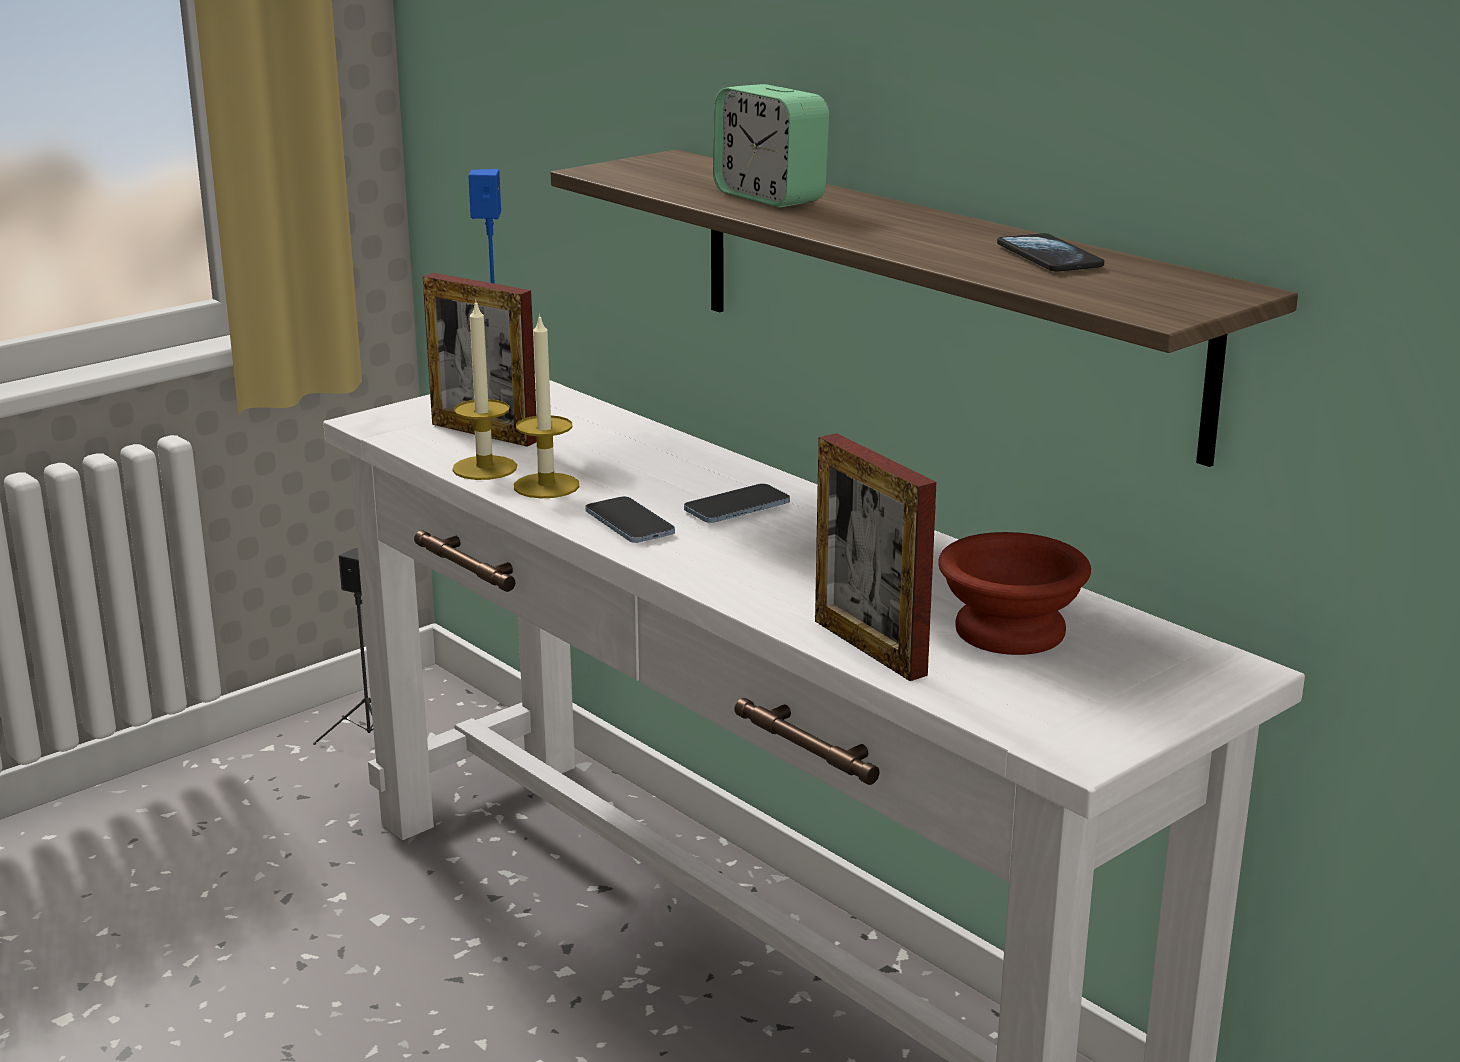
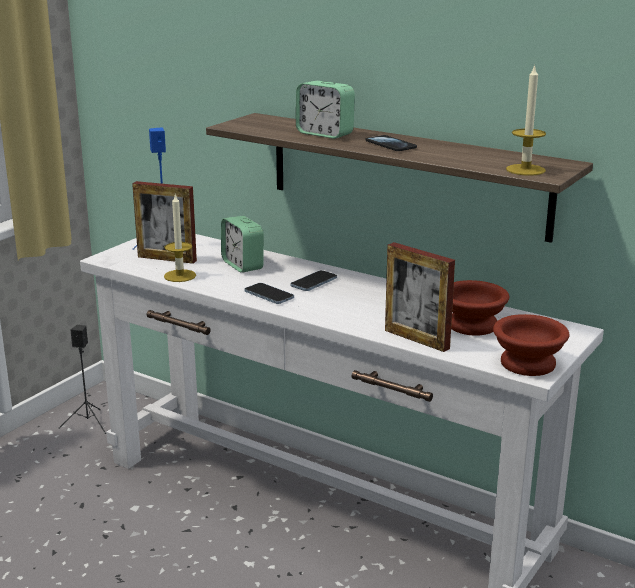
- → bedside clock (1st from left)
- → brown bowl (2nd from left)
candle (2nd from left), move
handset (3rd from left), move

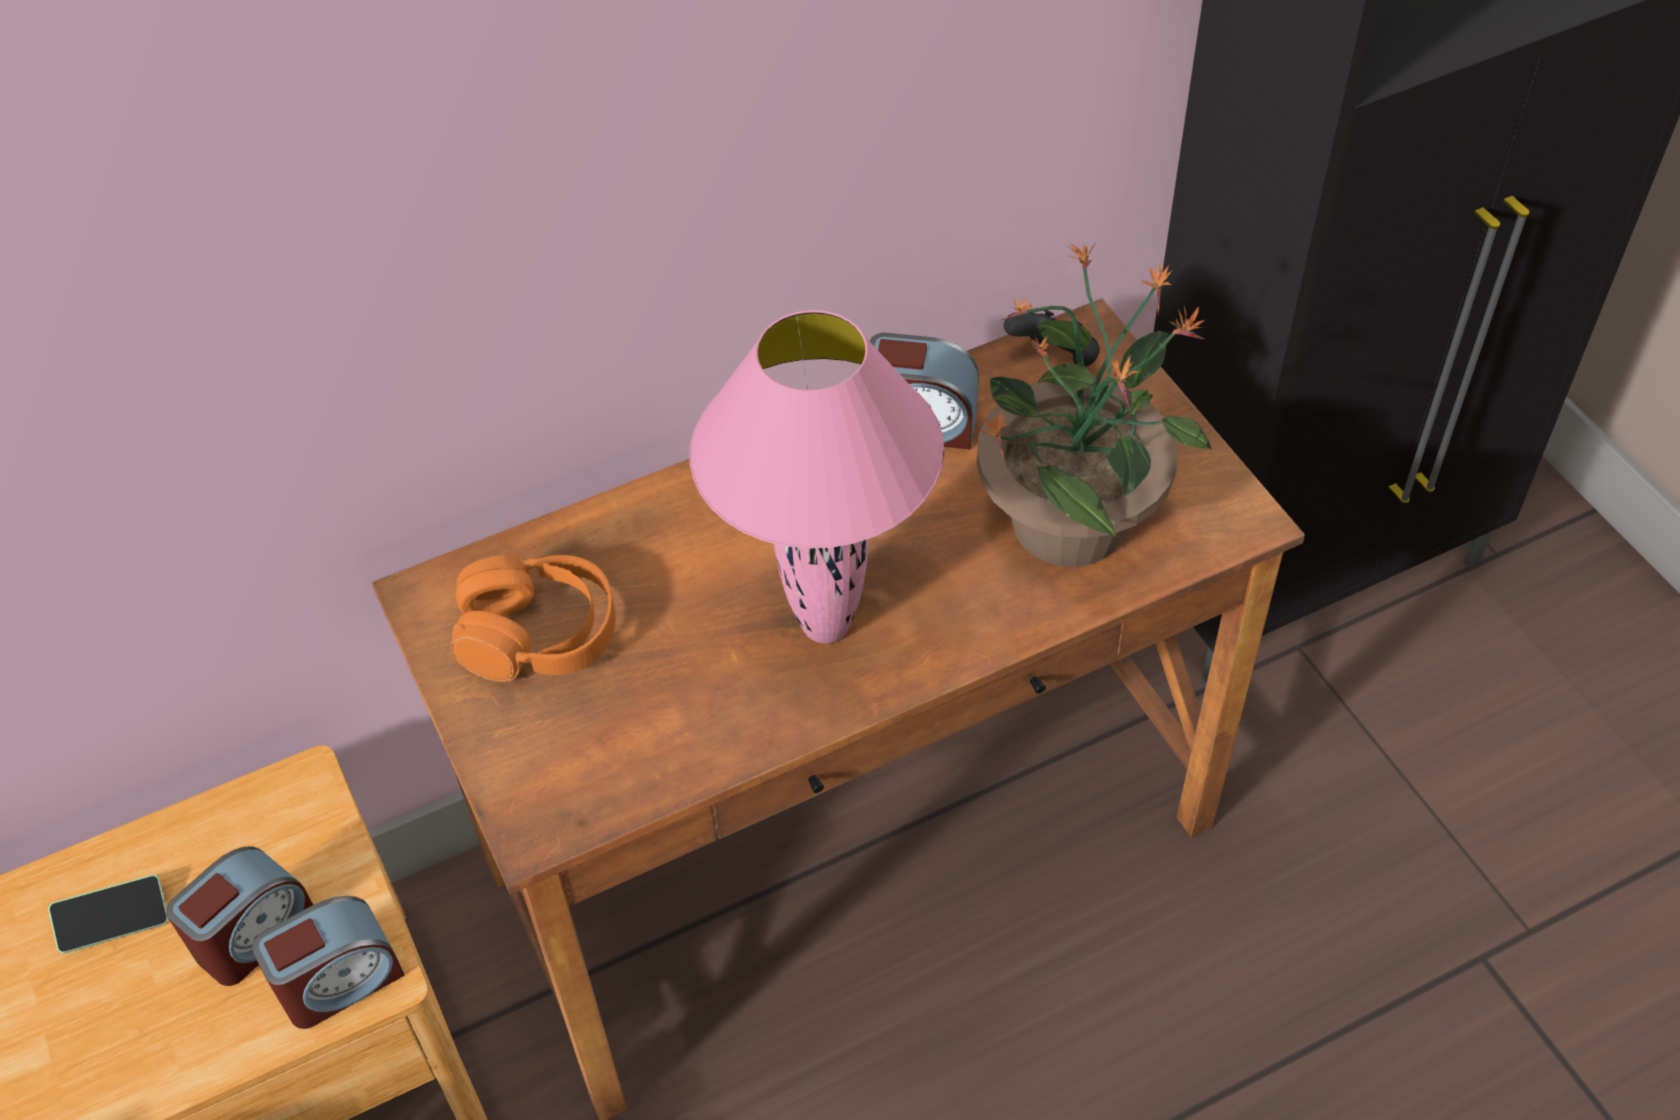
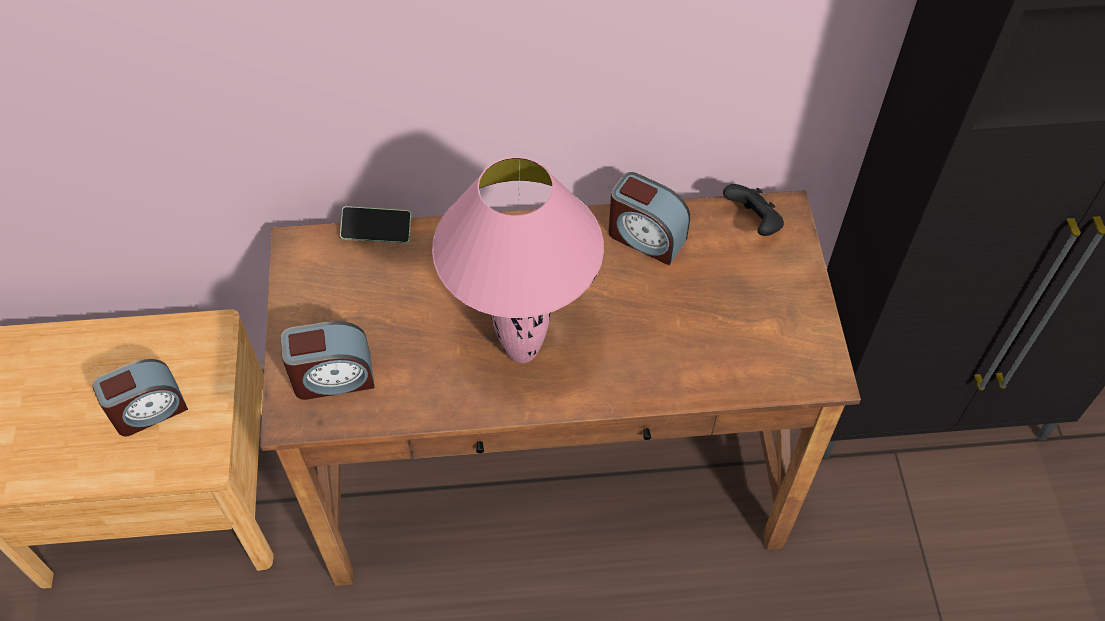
orangey headset → -
potted plant → -
handset, move
bedside clock (2nd from left), move

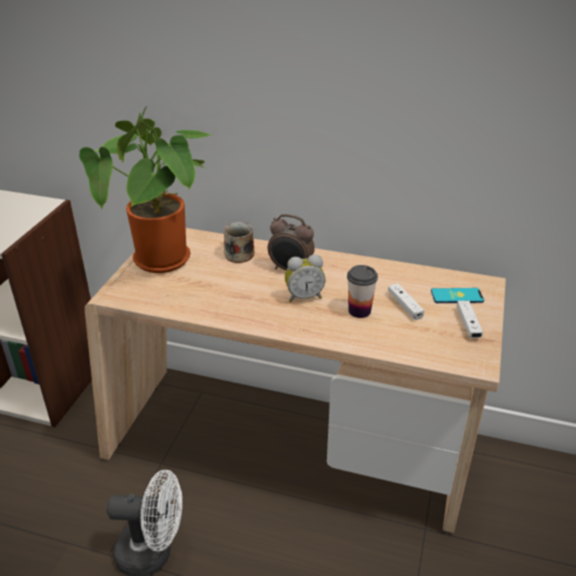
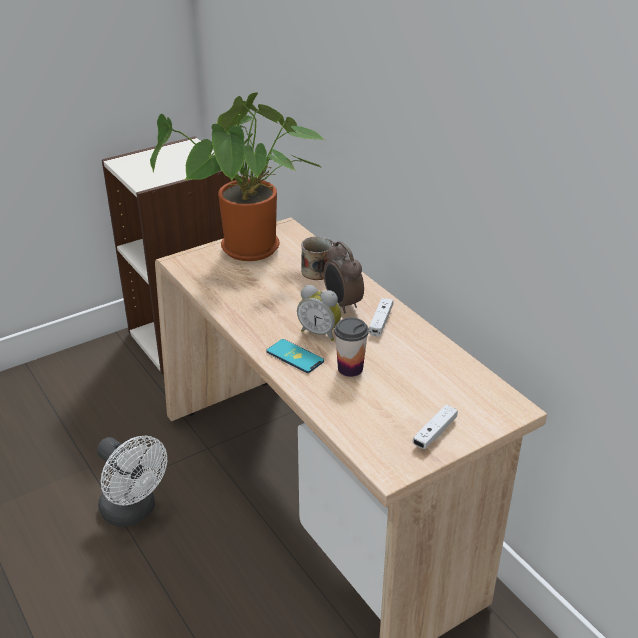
white-coloured game controller (1st from left), move
handset, move

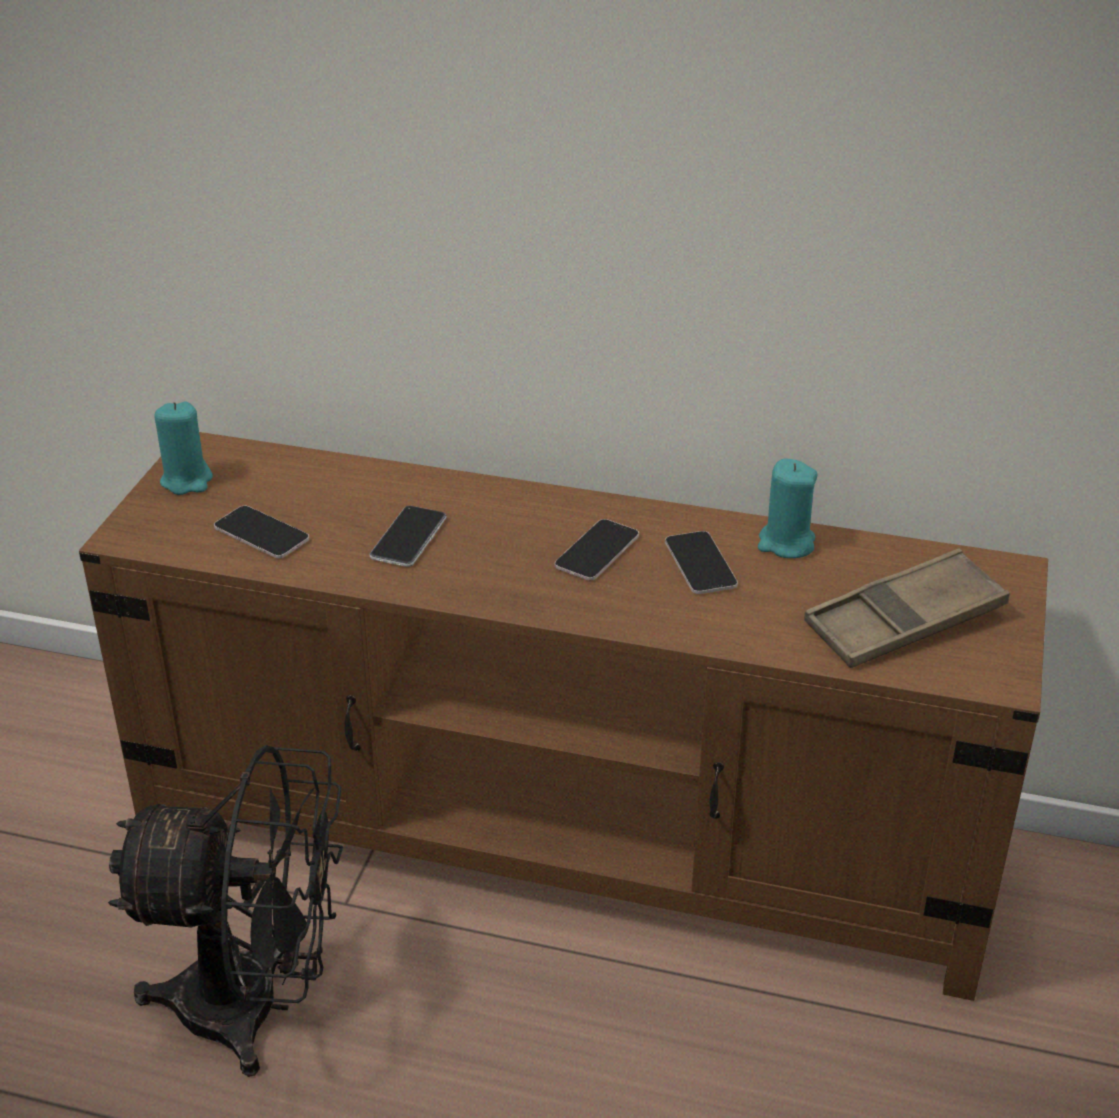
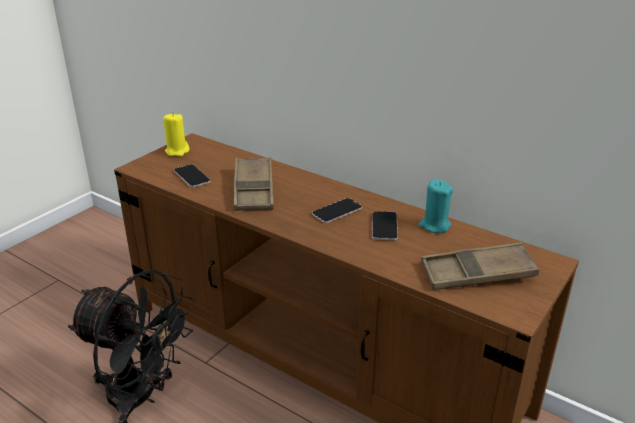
handset (2nd from left) → brown tray (1st from left)
turquoise-coloured candle (1st from left) → yellow-coloured candle

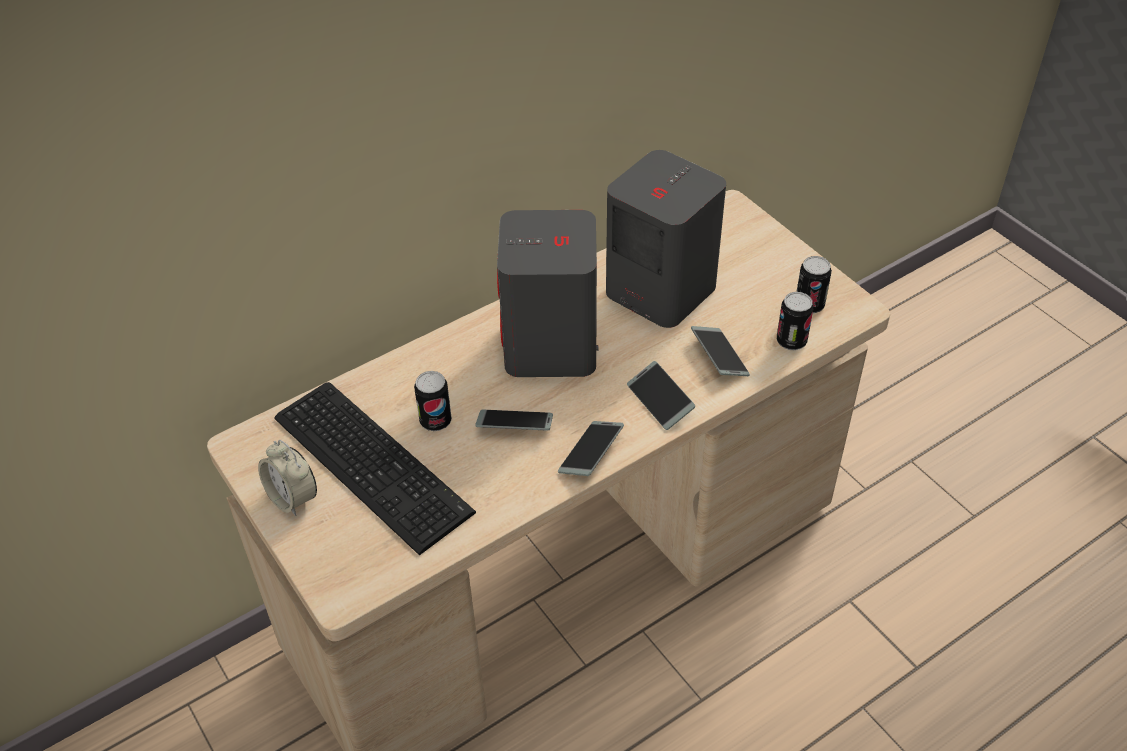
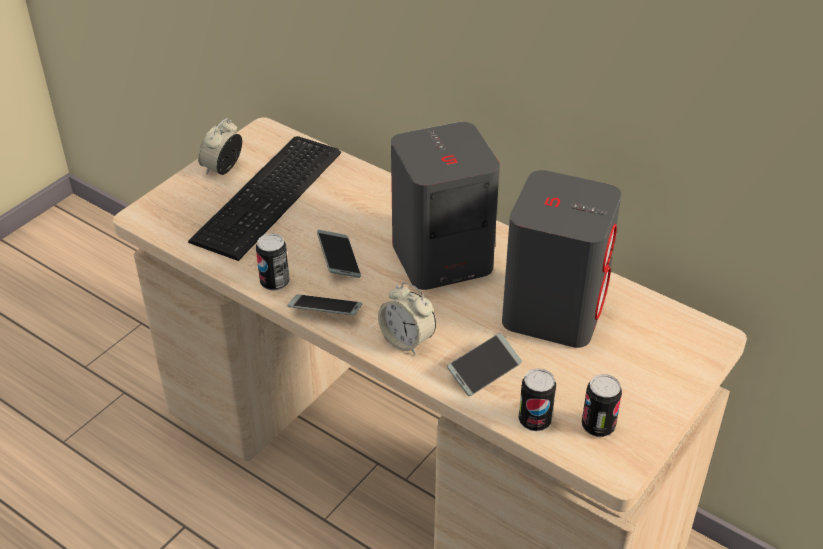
sealed can (1st from left), move
handset (3rd from left) → bedside clock (2nd from left)

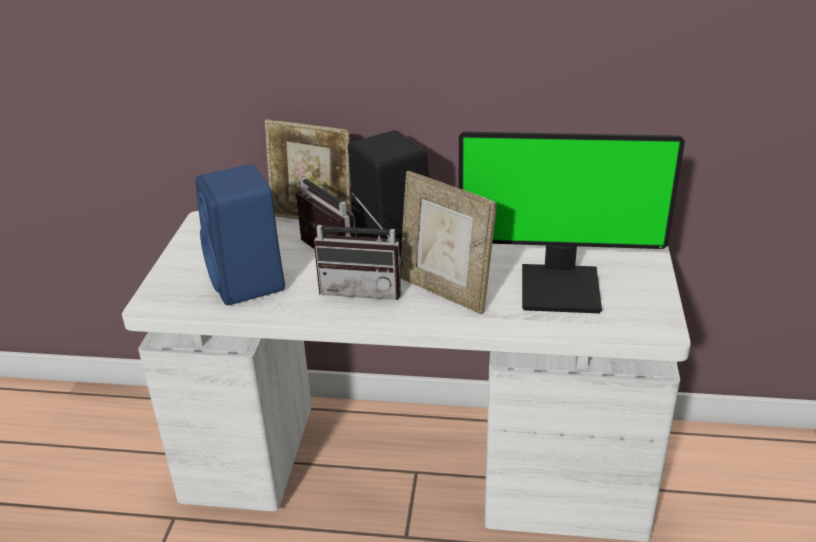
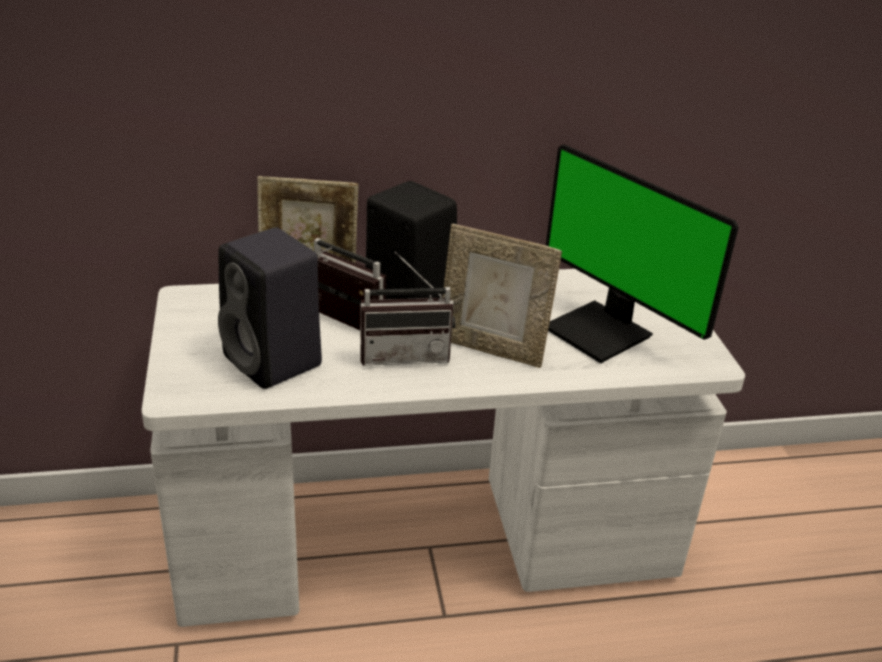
bluish speaker → blackish speaker (1st from left)
computer display, 60 degrees clockwise

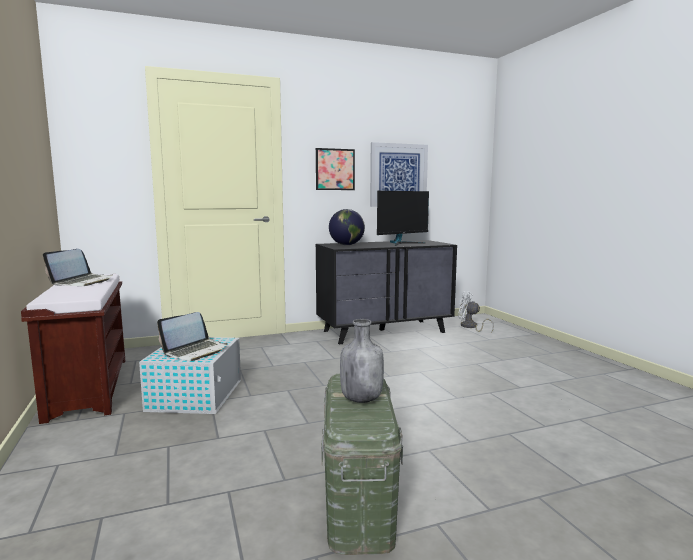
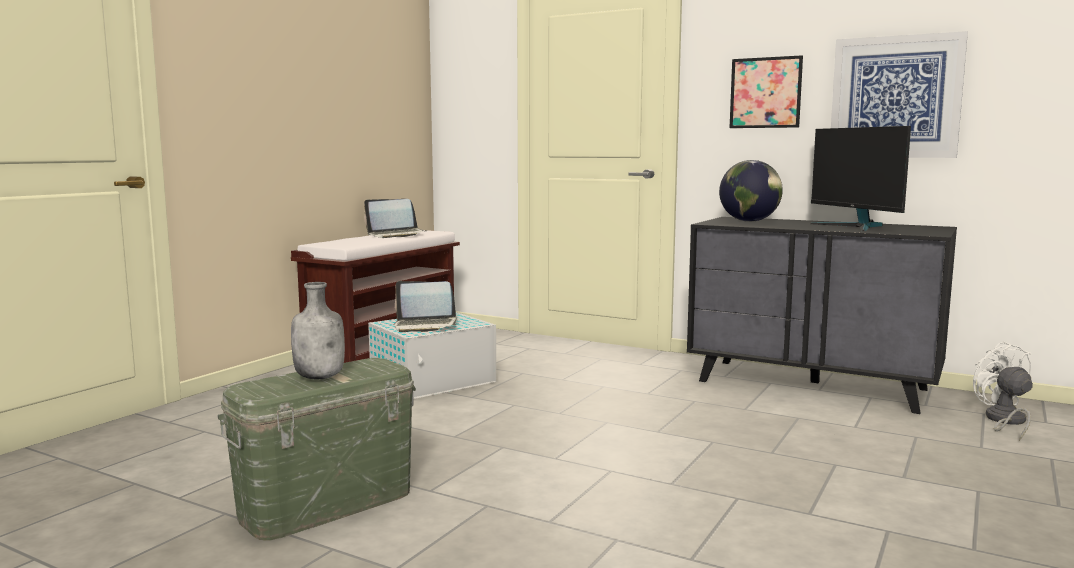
computer display, 60 degrees clockwise

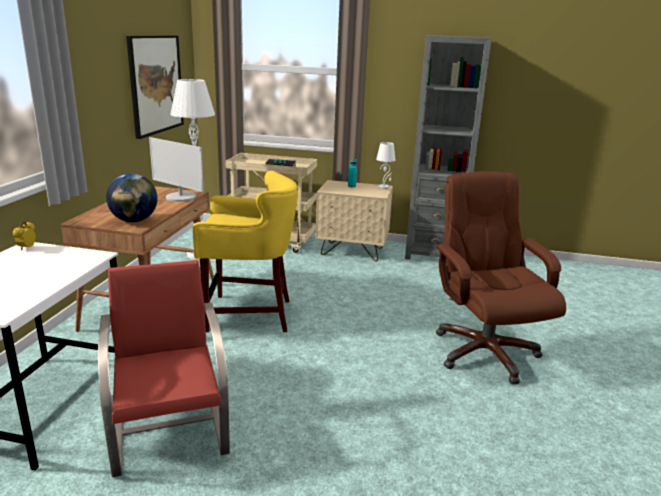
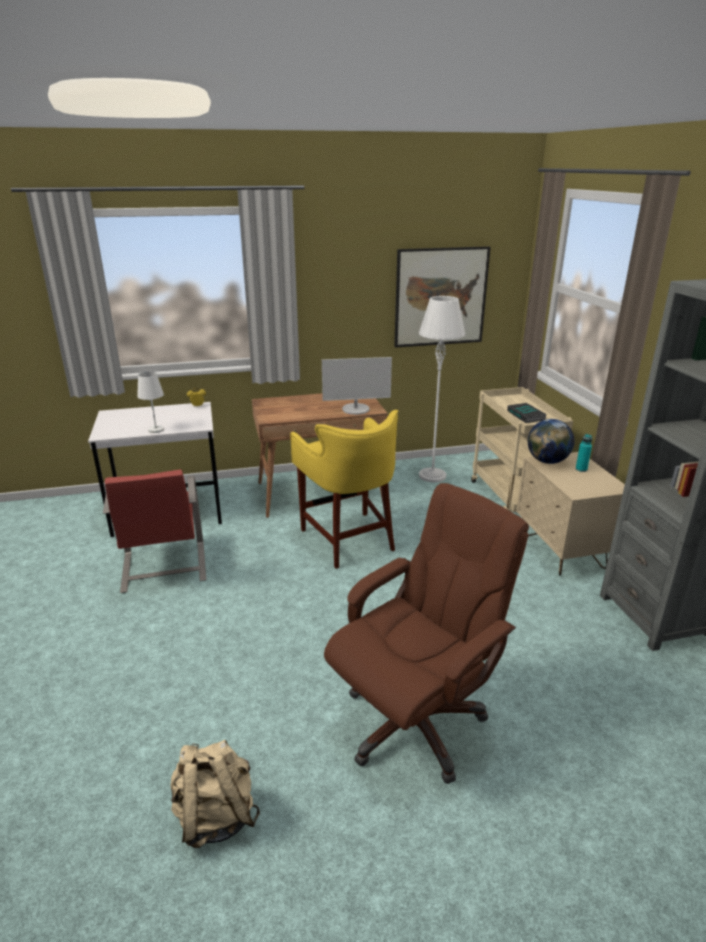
- → beige-coloured backpack
world globe, move
white-coloured tabletop lamp, move
red-coloured plain chair, 120 degrees clockwise
computer display, 105 degrees counterclockwise

